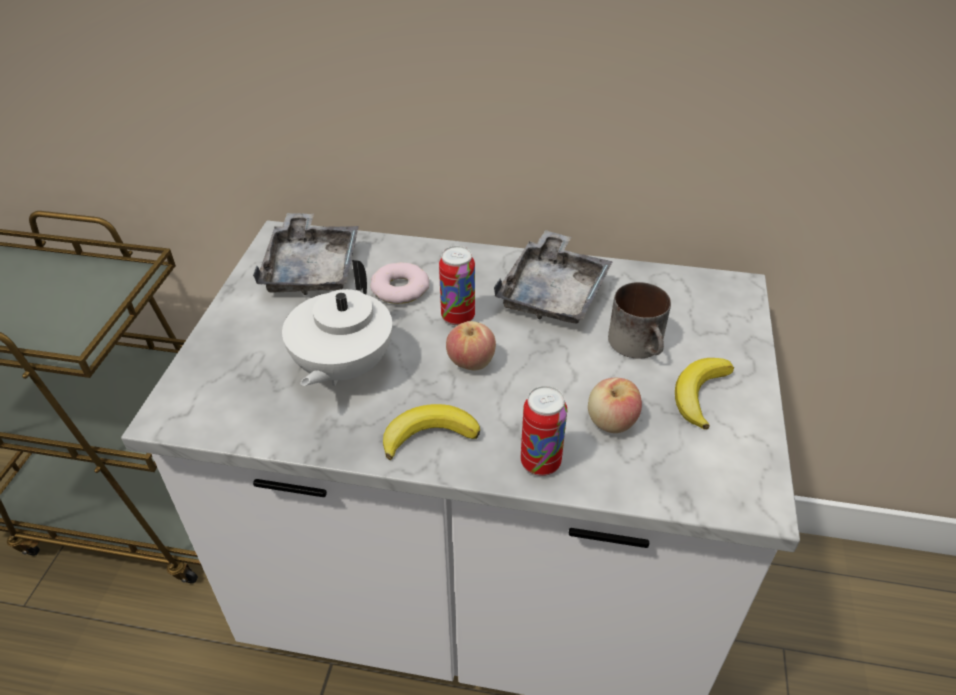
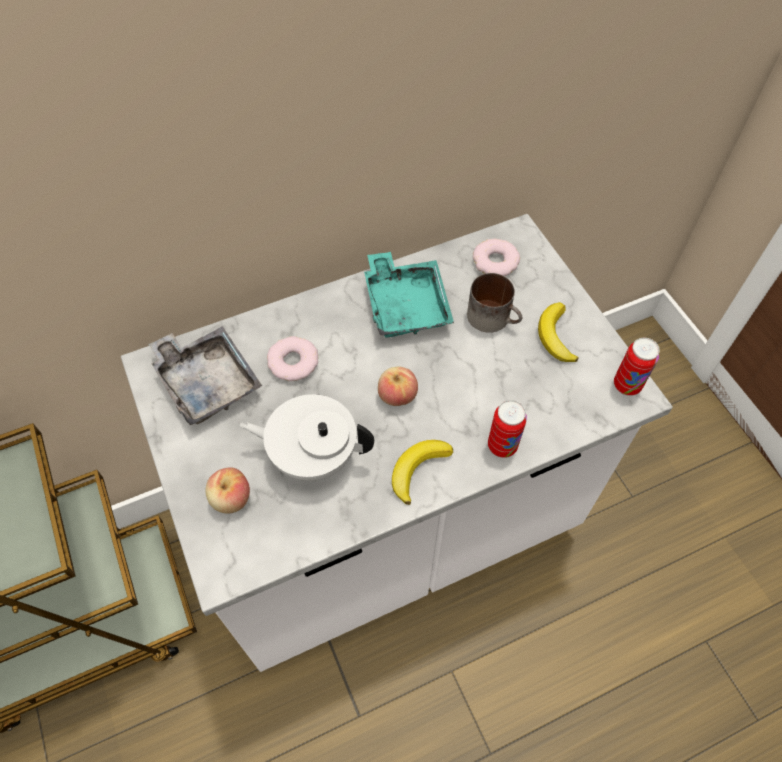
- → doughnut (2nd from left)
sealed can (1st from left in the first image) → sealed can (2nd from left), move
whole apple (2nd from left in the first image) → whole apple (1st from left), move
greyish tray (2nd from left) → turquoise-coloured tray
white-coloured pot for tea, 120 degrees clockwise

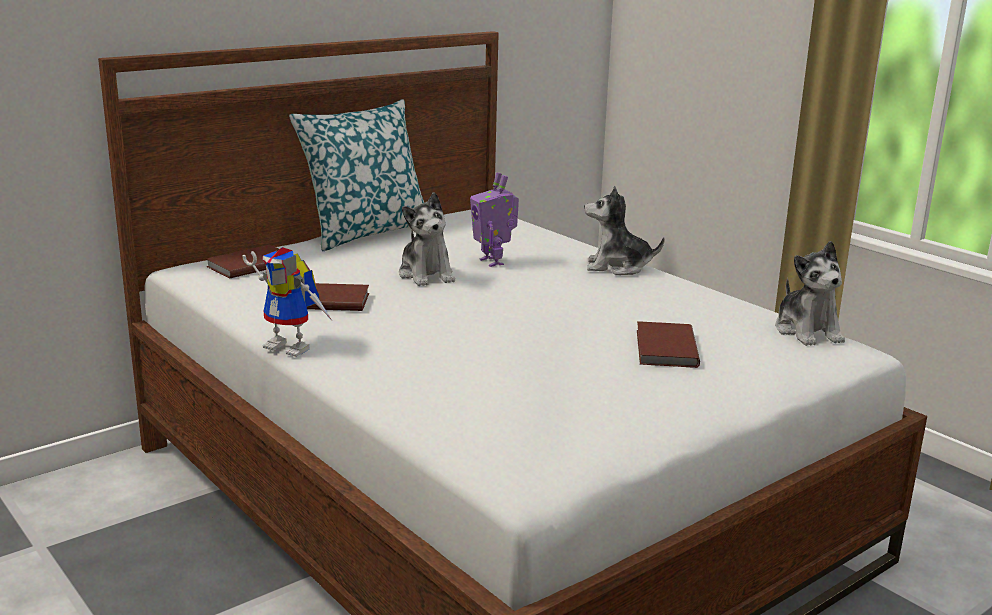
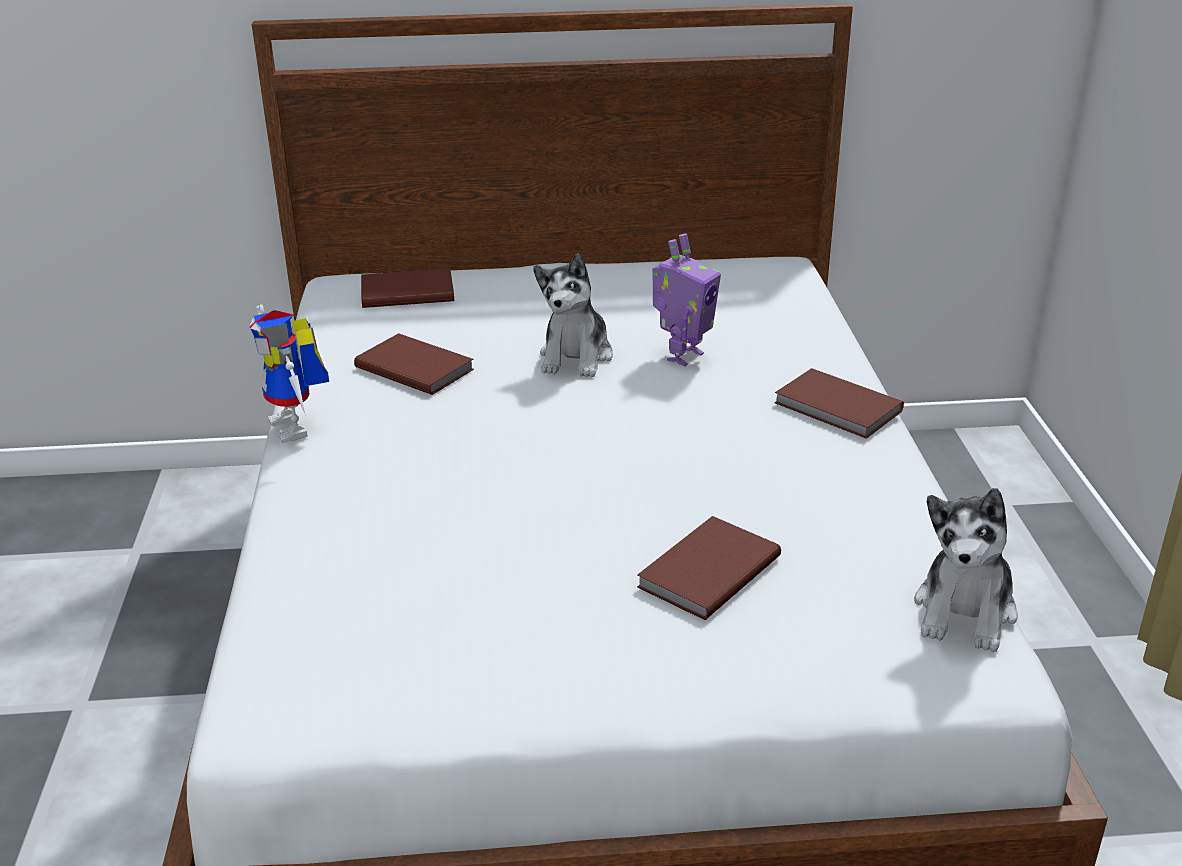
throw pillow → -
soft toy (2nd from left) → brown bound book (4th from left)
model robot (2nd from left), 150 degrees counterclockwise

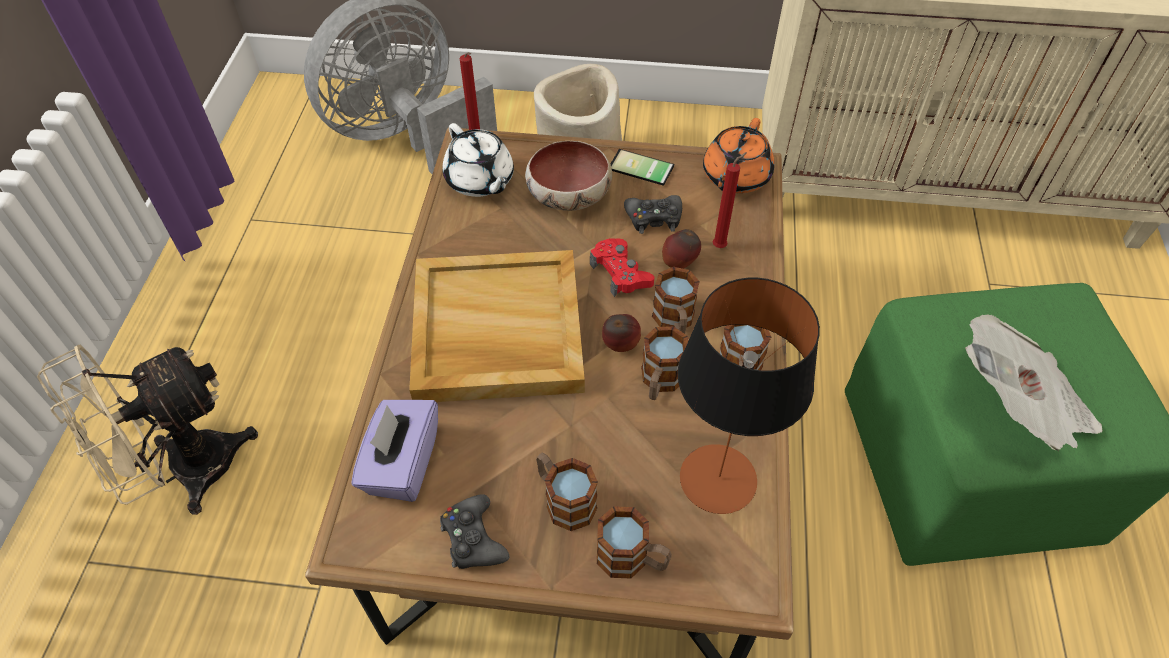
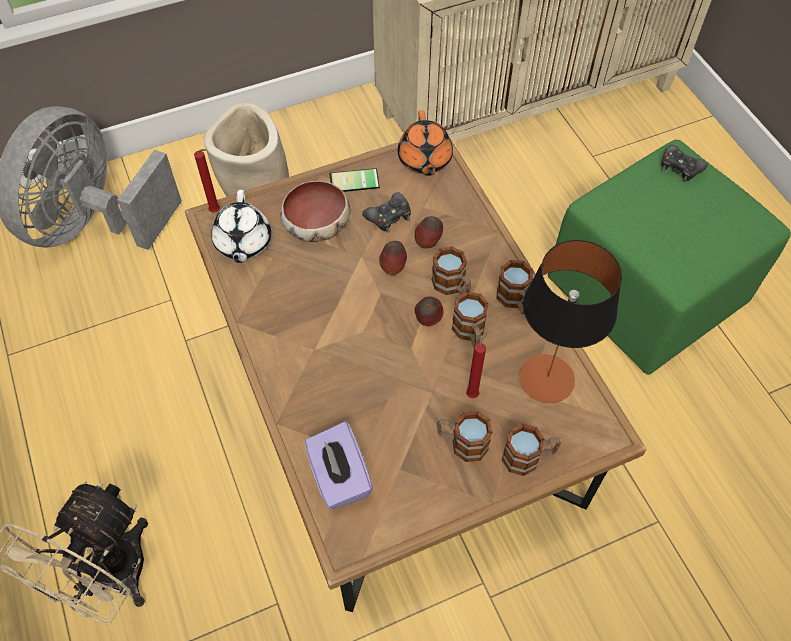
beige-coloured tray → -
printed paper → -
blackish game controller (1st from left in the first image) → blackish game controller (2nd from left), move
red-coloured candle (2nd from left), move
red-coloured game controller → whole apple (1st from left)
white-coloured pot for tea, 60 degrees clockwise

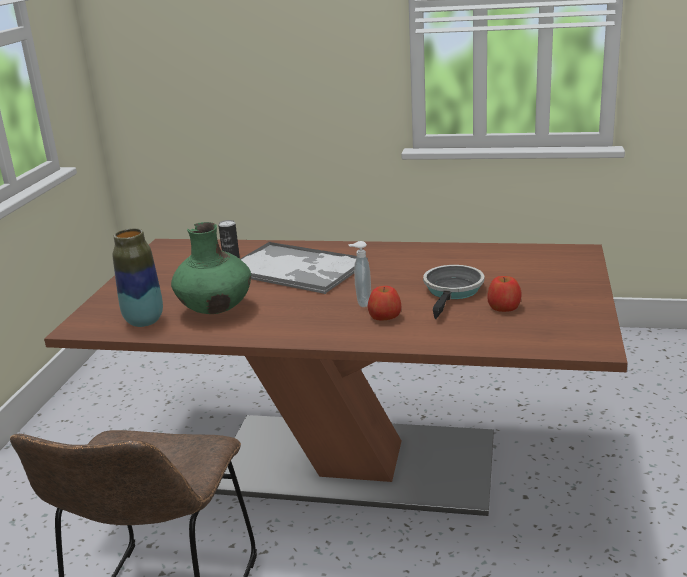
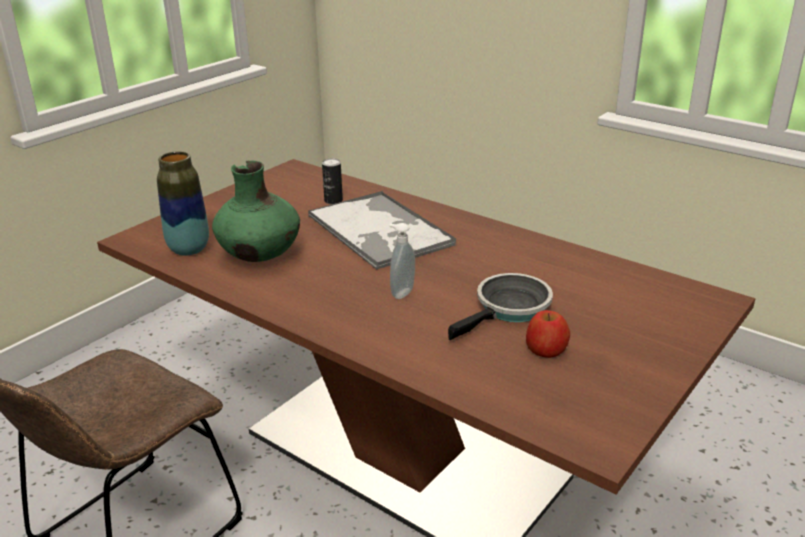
whole apple (1st from left) → -

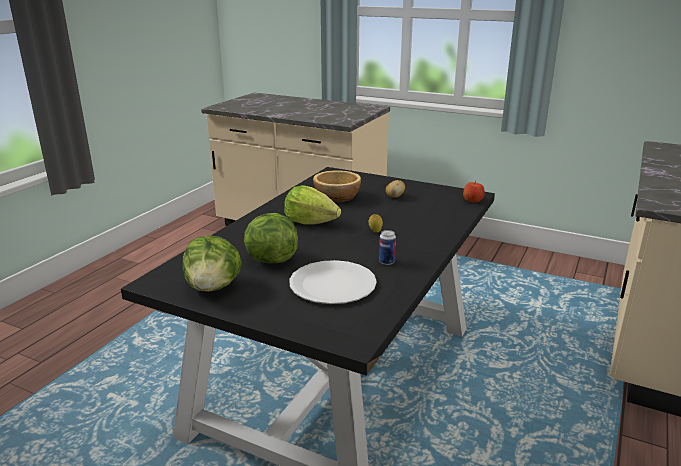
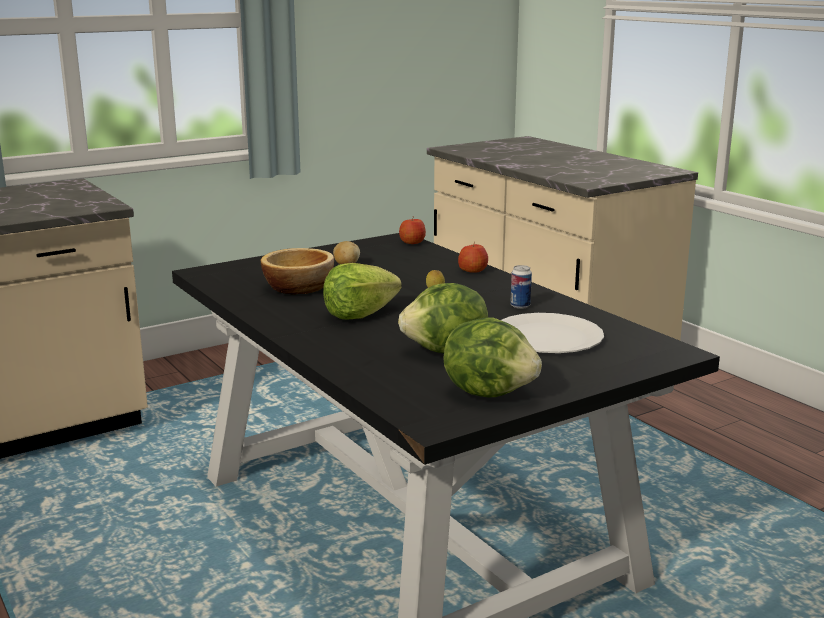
- → whole apple (2nd from left)

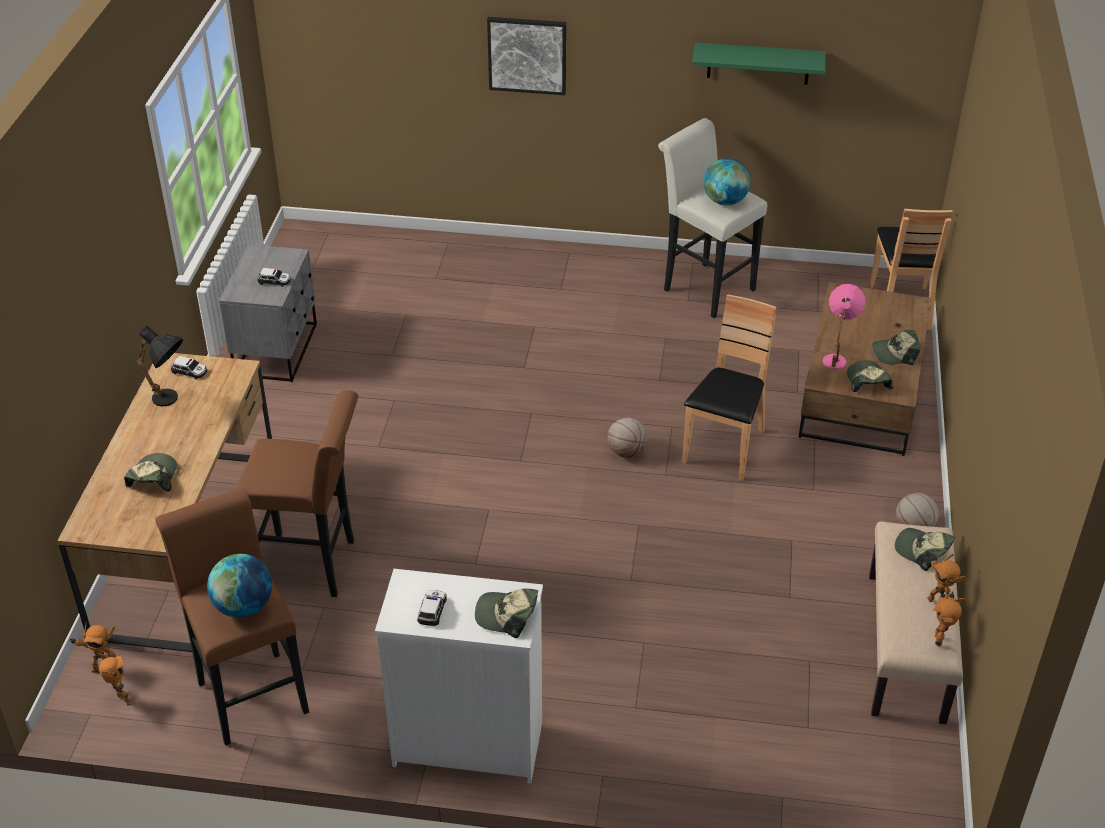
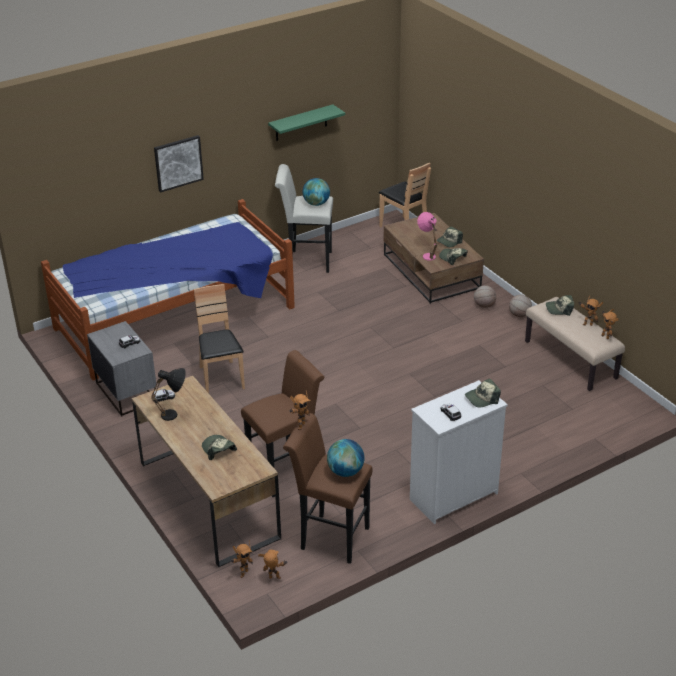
- → bedroom bed
- → model robot (3rd from left)
basketball ball (1st from left), move
brown plain chair (1st from left), move

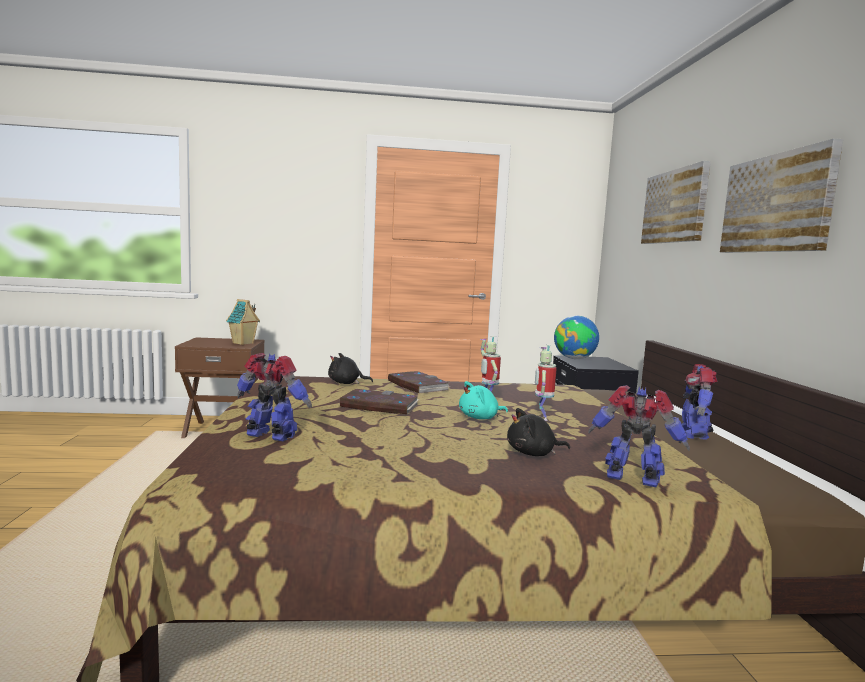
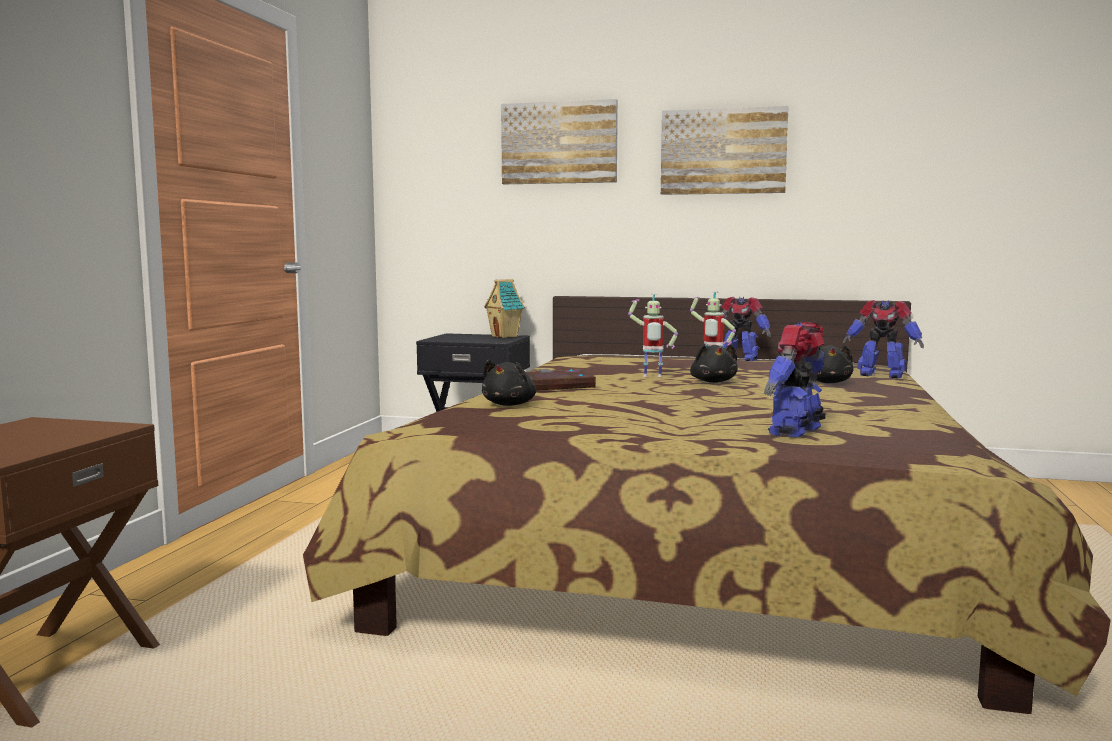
bound book (1st from left) → -
world globe → -
toy house, move
turquoise-coloured soft toy → blackish soft toy (2nd from left)
model robot (4th from left in the first image) → model robot (5th from left), 105 degrees counterclockwise

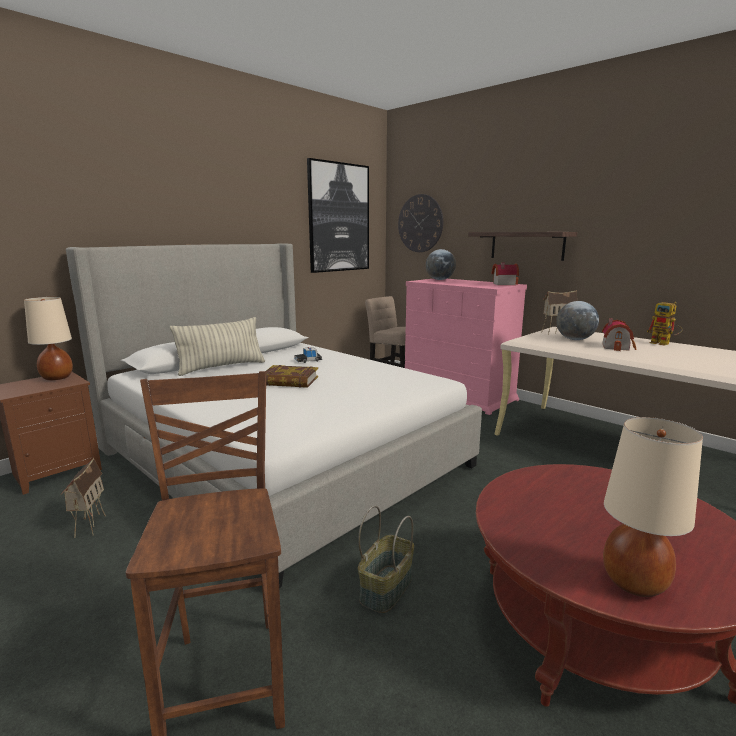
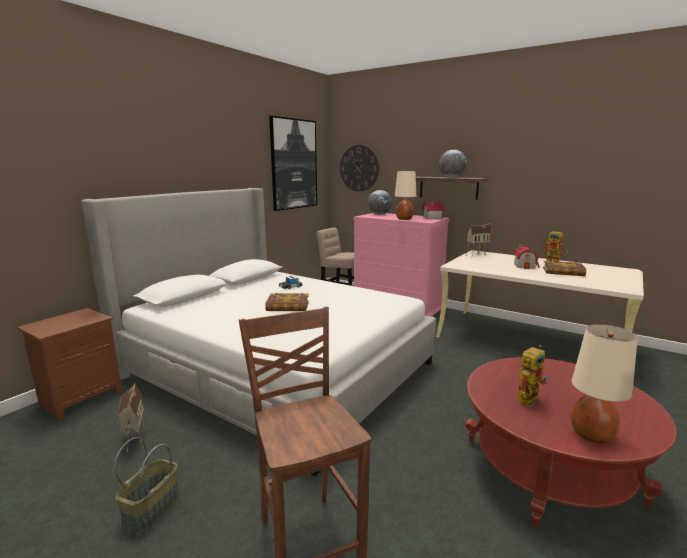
throw pillow → -
- → model robot (1st from left)
- → bound book (2nd from left)
beige-coloured tabletop lamp (1st from left), move
storage basket, move
world globe (2nd from left), move

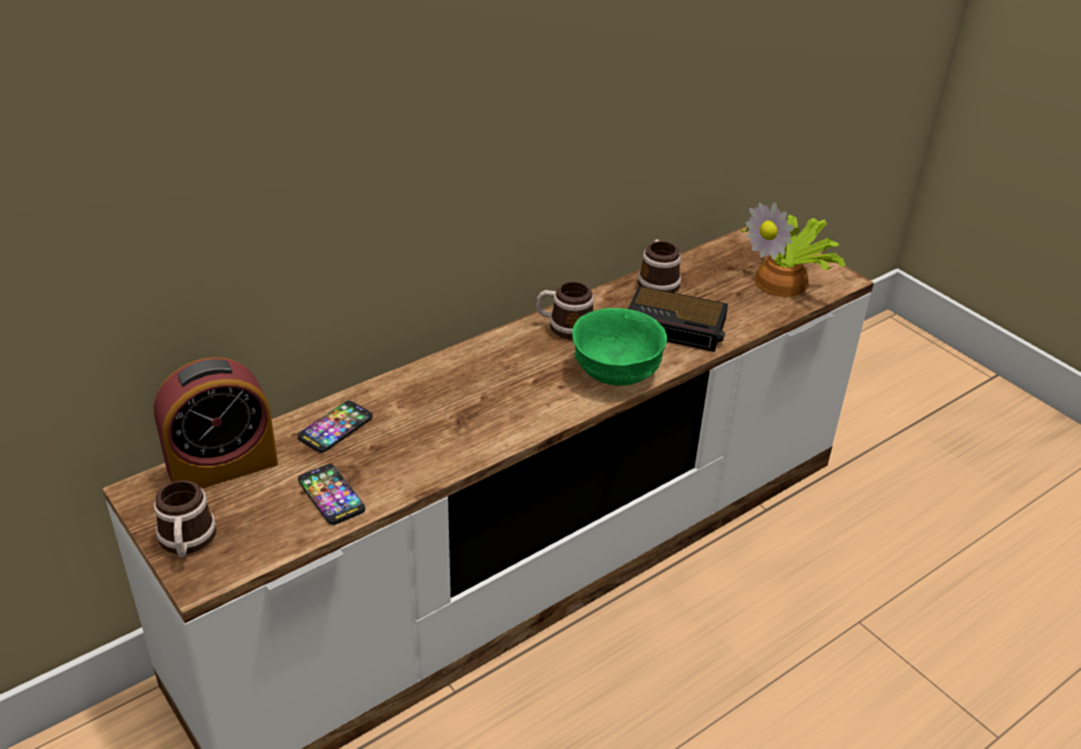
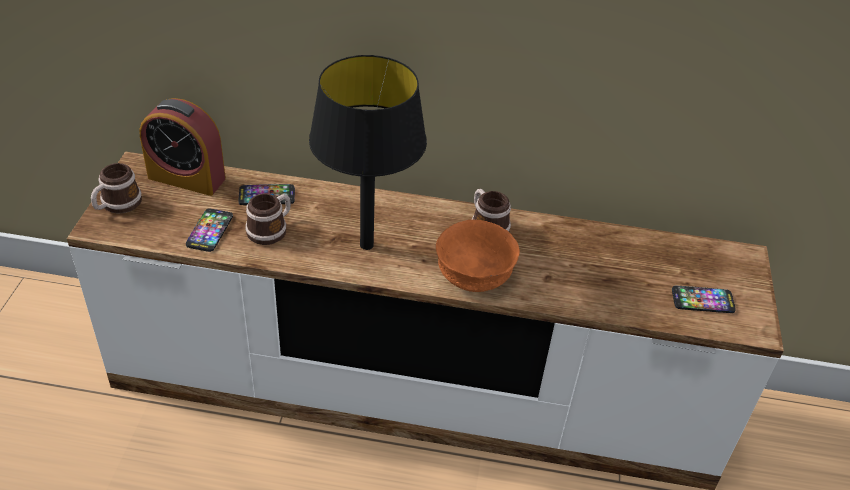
bedside clock (2nd from left) → -
- → blackish tabletop lamp
coffee mug (3rd from left in the first image) → coffee mug (2nd from left), move
potted plant → handset (3rd from left)
green-coloured bowl → orangey bowl

